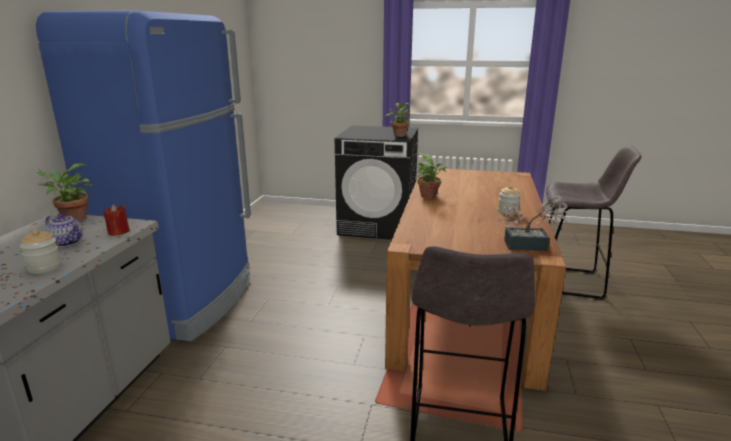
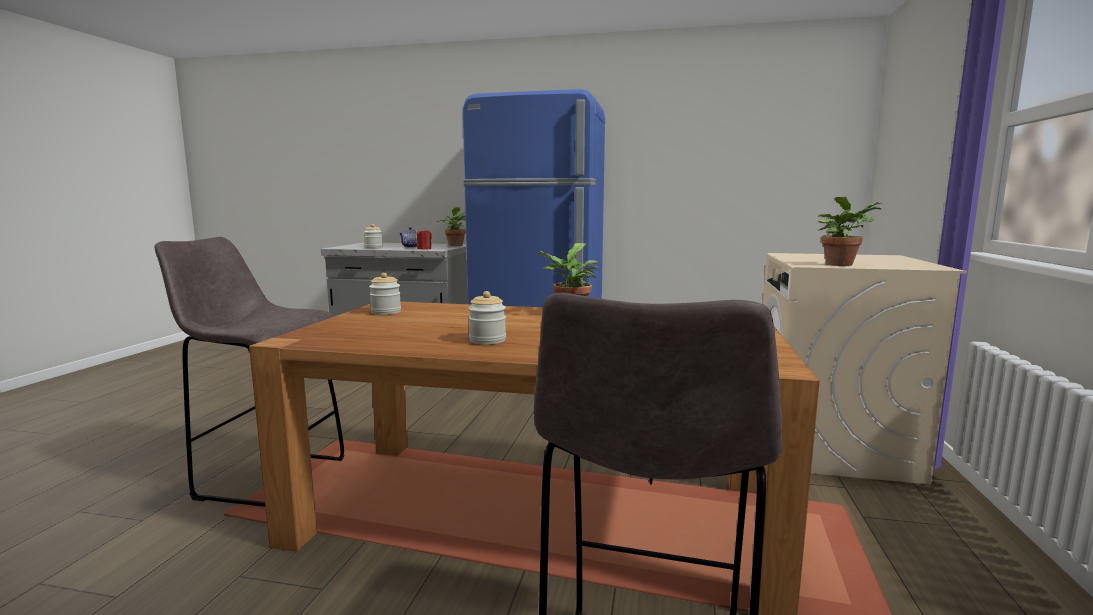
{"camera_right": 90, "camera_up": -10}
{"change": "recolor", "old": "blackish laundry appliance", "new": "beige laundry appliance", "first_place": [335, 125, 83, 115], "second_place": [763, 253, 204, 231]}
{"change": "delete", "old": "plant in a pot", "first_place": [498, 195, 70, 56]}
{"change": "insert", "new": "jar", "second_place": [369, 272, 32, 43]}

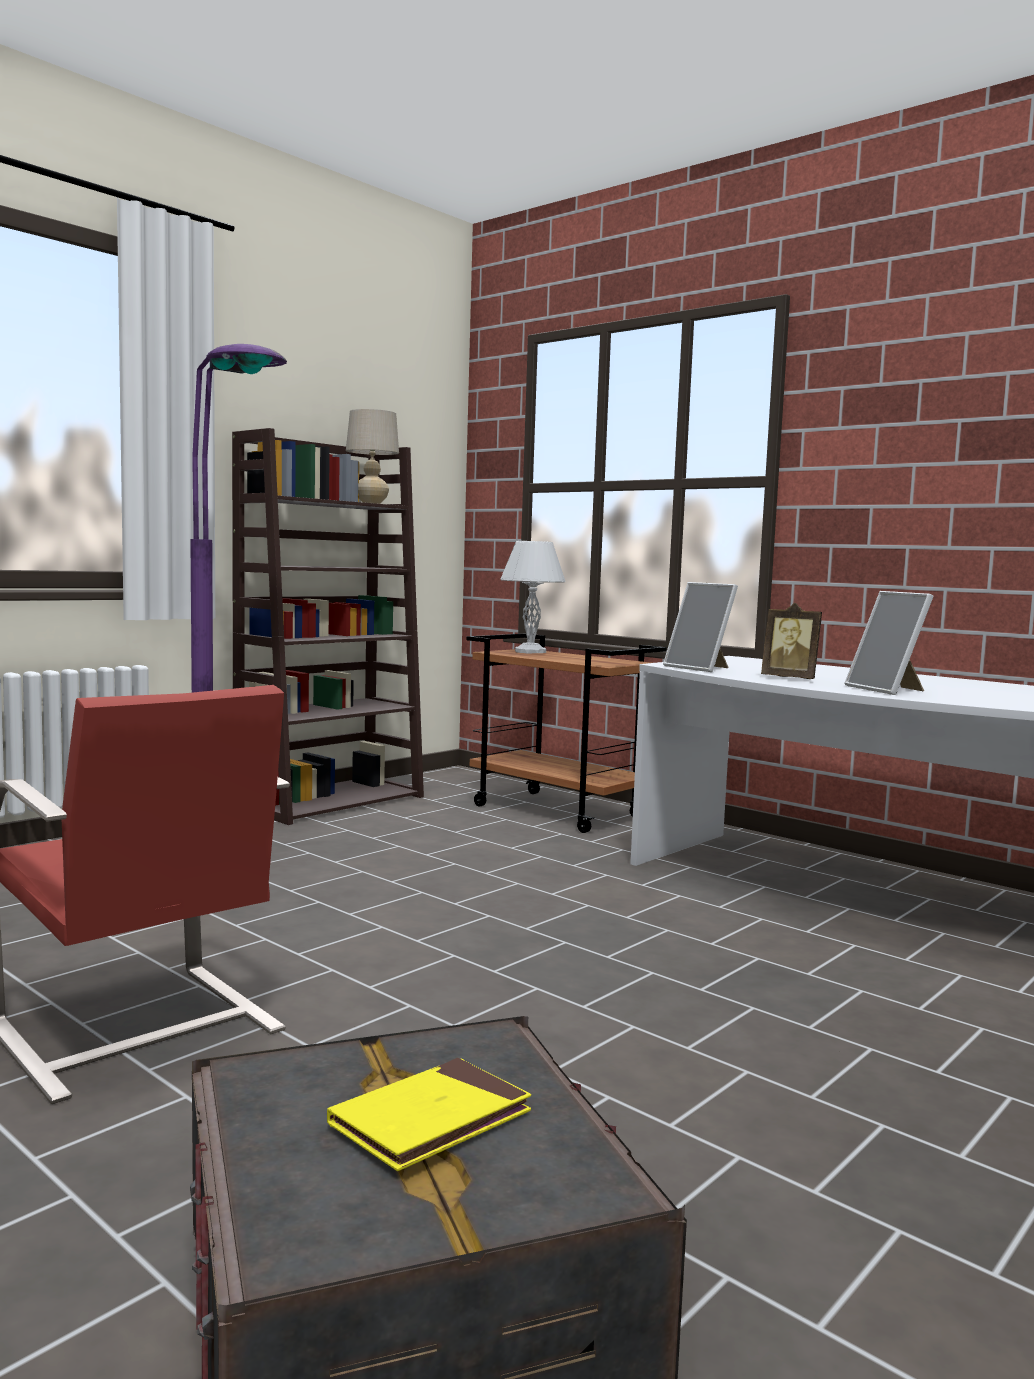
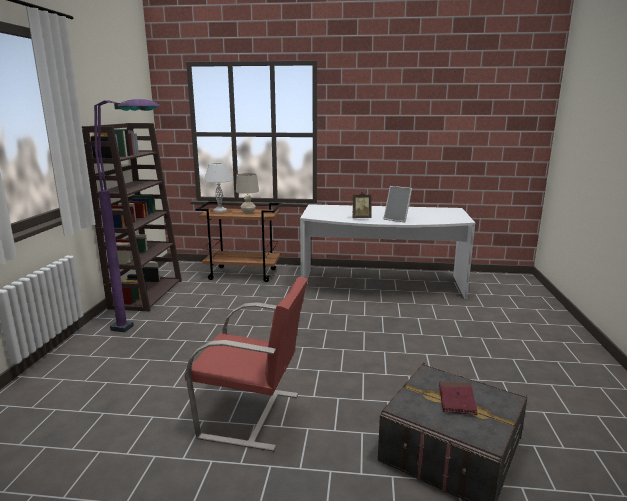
{"camera_right": -35, "camera_up": 10}
{"change": "recolor", "old": "yellow-coloured volume", "new": "reddish volume", "first_place": [327, 1058, 204, 113], "second_place": [439, 381, 39, 34]}
{"change": "move", "old": "beige tabletop lamp", "first_place": [346, 409, 53, 95], "second_place": [236, 173, 23, 41]}
{"change": "delete", "old": "picture frame", "first_place": [663, 582, 75, 90]}

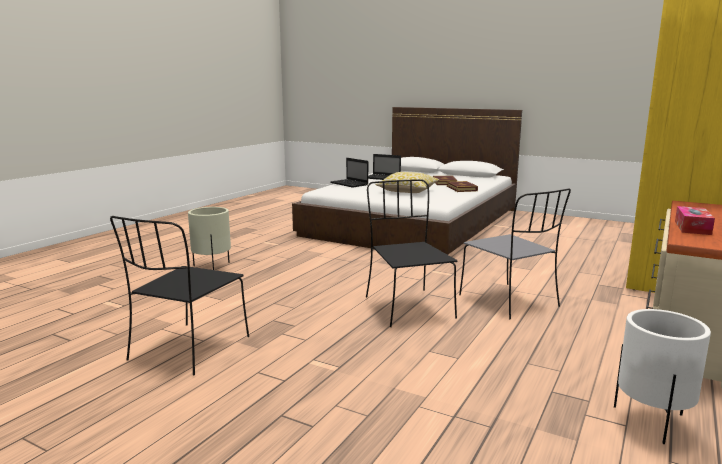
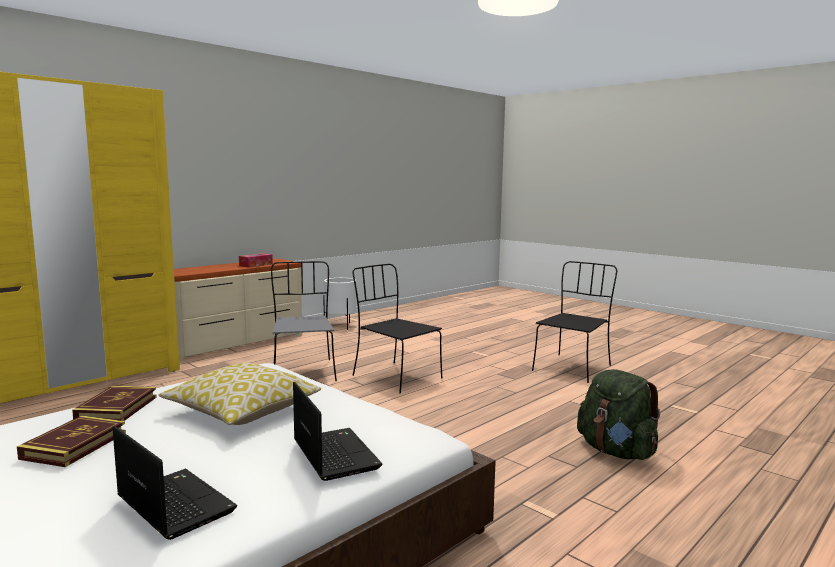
{"camera_right": -165, "camera_up": -5}
{"change": "replace", "old": "beige flower pot", "new": "greenish backpack", "first_place": [188, 207, 43, 63], "second_place": [577, 369, 83, 91]}
{"change": "rotate", "old": "blackish upright chair", "first_place": [366, 179, 91, 148], "second_place": [352, 264, 90, 130], "degrees": 135}

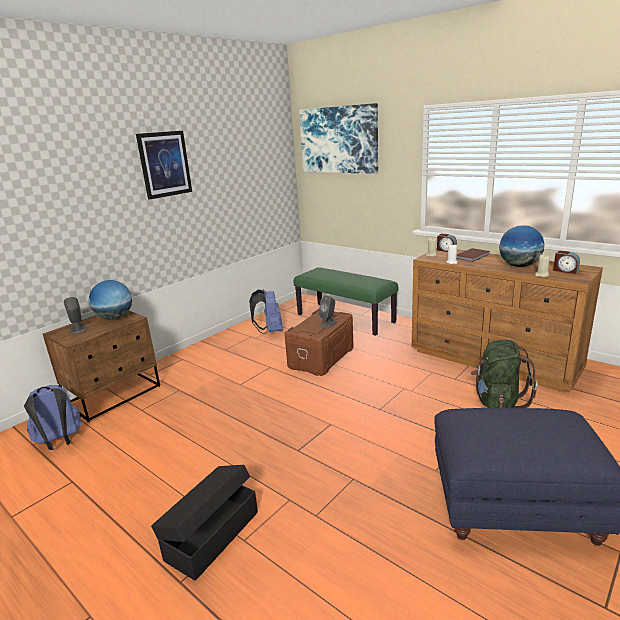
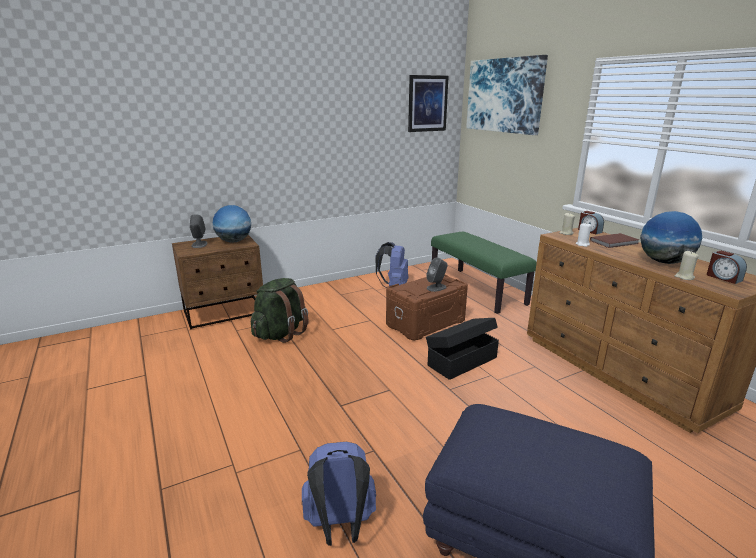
{"camera_right": 20, "camera_up": 0}
{"change": "move", "old": "blue-coloured backpack", "first_place": [24, 385, 58, 65], "second_place": [302, 442, 74, 104]}
{"change": "move", "old": "picture", "first_place": [136, 131, 56, 69], "second_place": [408, 75, 41, 57]}
{"change": "move", "old": "blackish storage box", "first_place": [151, 465, 107, 116], "second_place": [426, 318, 73, 62]}
{"change": "move", "old": "greenish backpack", "first_place": [471, 340, 66, 68], "second_place": [251, 278, 58, 65]}

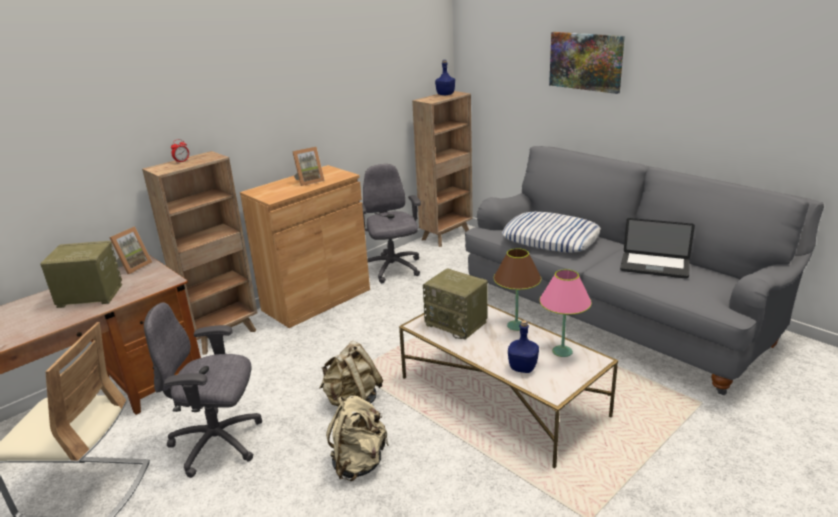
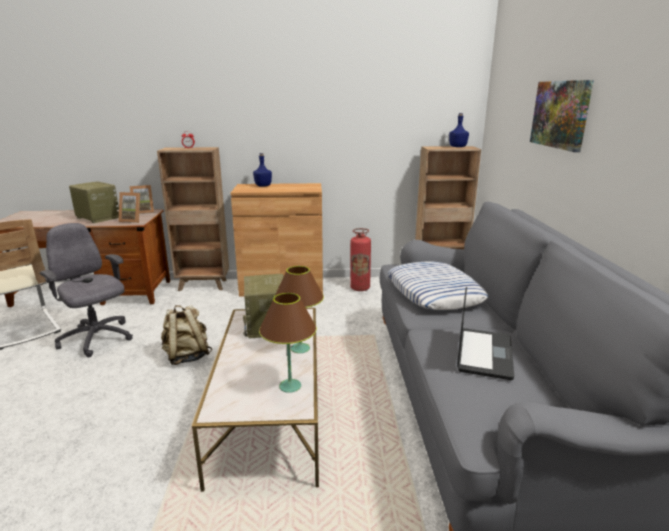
{"camera_right": 40, "camera_up": -5}
{"change": "move", "old": "picture frame", "first_place": [292, 147, 33, 39], "second_place": [118, 192, 22, 31]}
{"change": "delete", "old": "beige backpack", "first_place": [326, 396, 63, 85]}
{"change": "replace", "old": "grey desk chair", "new": "extinguisher", "first_place": [362, 164, 59, 119], "second_place": [350, 228, 21, 63]}
{"change": "move", "old": "blue-coloured drink bottle", "first_place": [508, 320, 31, 53], "second_place": [253, 153, 19, 34]}
{"change": "recolor", "old": "pinkish tabletop lamp", "new": "brownish tabletop lamp", "first_place": [540, 269, 52, 88], "second_place": [259, 293, 58, 100]}
{"change": "rotate", "old": "notebook computer", "first_place": [620, 218, 75, 61], "second_place": [457, 287, 57, 93], "degrees": -135}

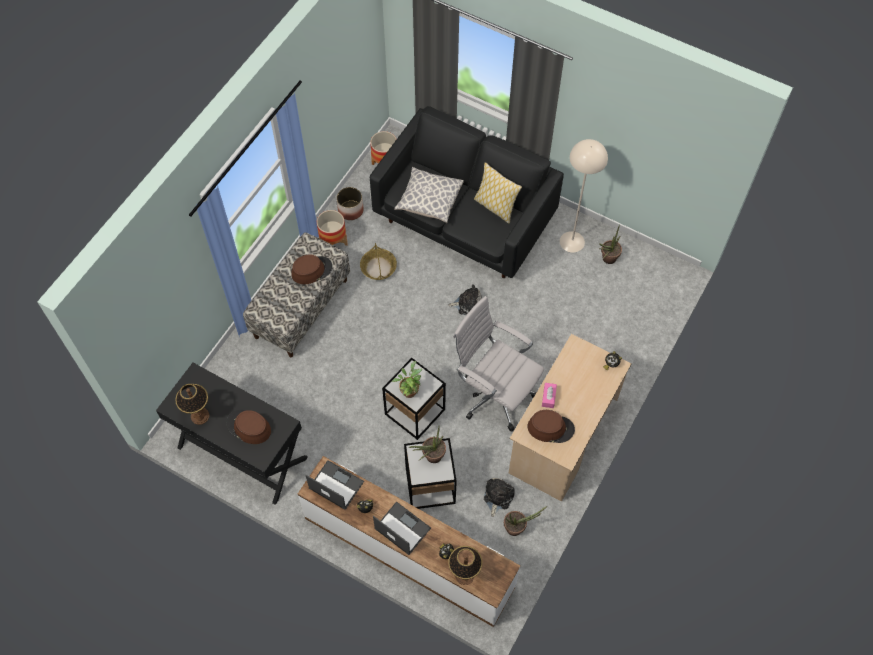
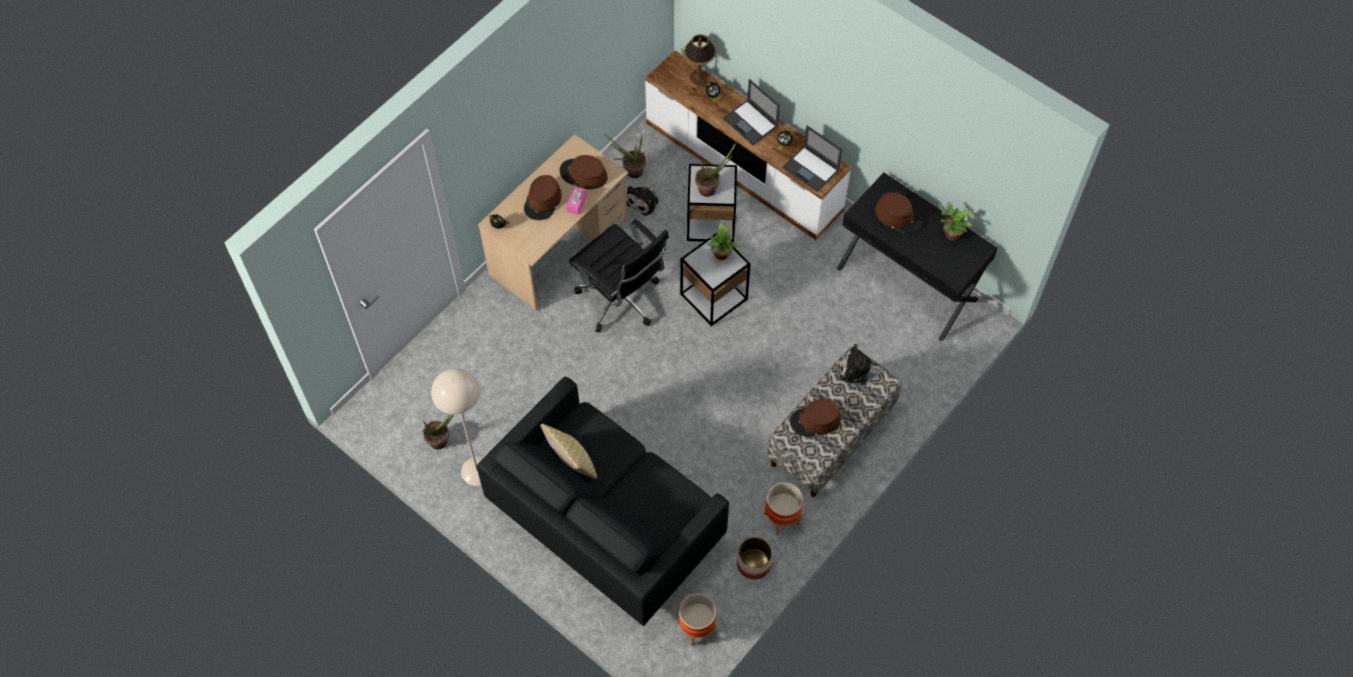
{"camera_right": -170, "camera_up": 0}
{"change": "replace", "old": "tabletop lamp", "new": "plant in a pot", "first_place": [175, 384, 34, 41], "second_place": [938, 202, 35, 39]}
{"change": "delete", "old": "storage basket", "first_place": [360, 243, 37, 37]}
{"change": "delete", "old": "cushion", "first_place": [394, 167, 70, 56]}
{"change": "move", "old": "plush toy", "first_place": [448, 284, 34, 31], "second_place": [840, 344, 43, 41]}
{"change": "recolor", "old": "whitish desk chair", "new": "blackish desk chair", "first_place": [453, 296, 91, 136], "second_place": [569, 219, 100, 113]}
{"change": "insert", "new": "brownish hat", "second_place": [524, 175, 38, 45]}

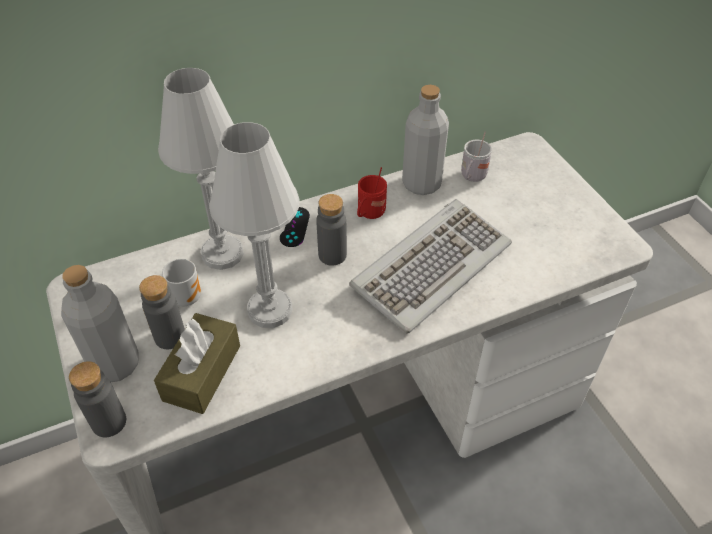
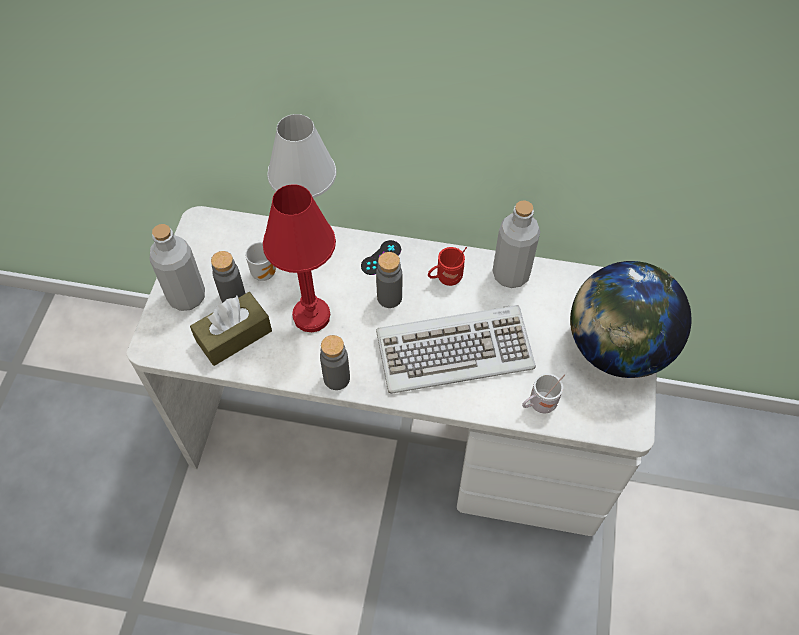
{"camera_right": 35, "camera_up": 10}
{"change": "move", "old": "grey drink bottle", "first_place": [69, 361, 57, 76], "second_place": [320, 335, 30, 55]}
{"change": "recolor", "old": "whitish tabletop lamp", "new": "reddish tabletop lamp", "first_place": [209, 122, 91, 206], "second_place": [263, 184, 73, 148]}
{"change": "move", "old": "whitish coffee mug", "first_place": [461, 132, 31, 50], "second_place": [522, 373, 43, 40]}
{"change": "insert", "new": "world globe", "second_place": [570, 261, 122, 117]}

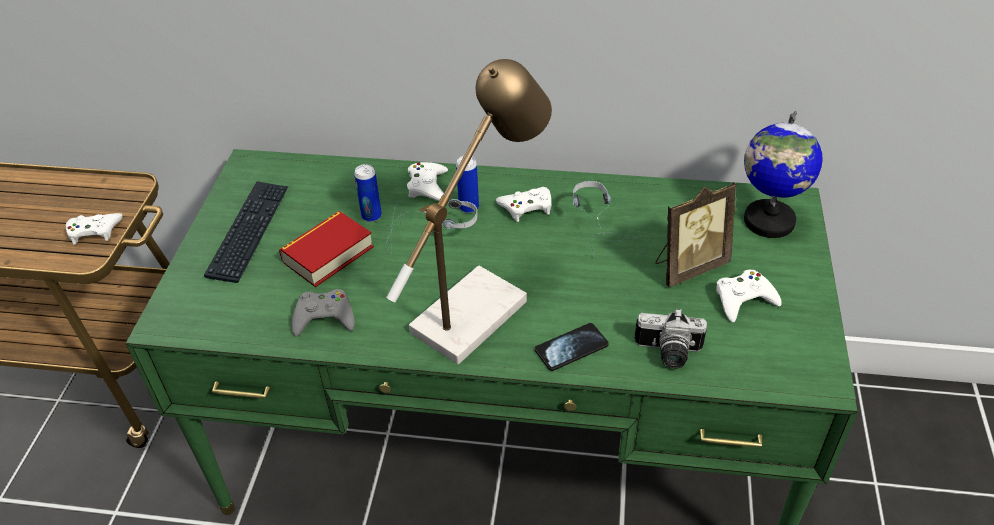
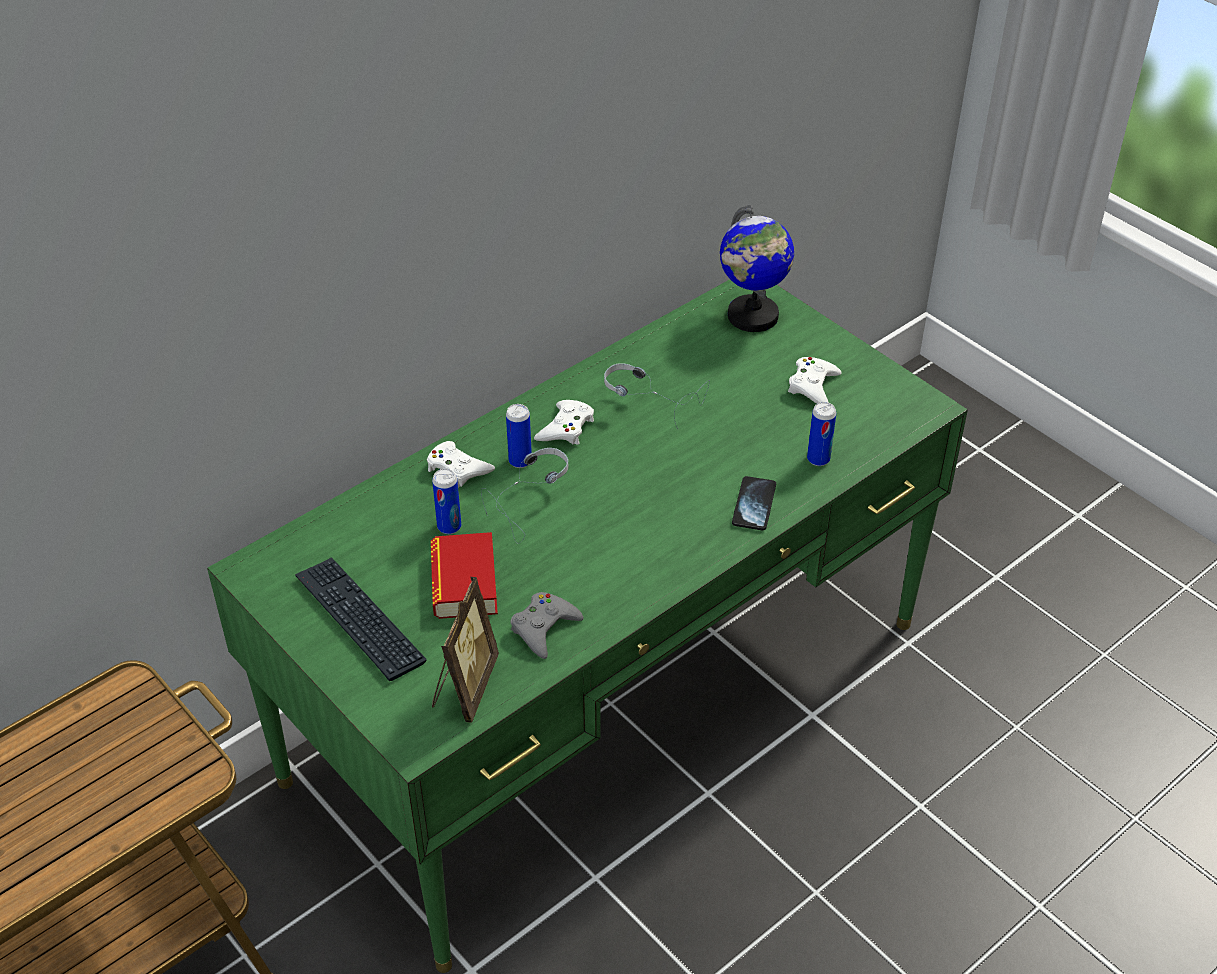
{"camera_right": -50, "camera_up": 0}
{"change": "delete", "old": "whitish joypad", "first_place": [66, 213, 57, 32]}
{"change": "delete", "old": "tabletop lamp", "first_place": [386, 59, 166, 306]}
{"change": "replace", "old": "photo camera", "new": "can", "first_place": [634, 309, 73, 60], "second_place": [807, 402, 29, 64]}
{"change": "move", "old": "picture frame", "first_place": [655, 182, 82, 105], "second_place": [432, 577, 67, 146]}

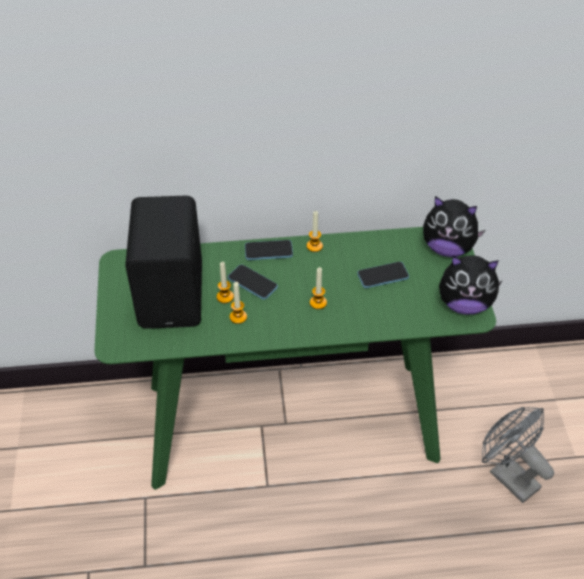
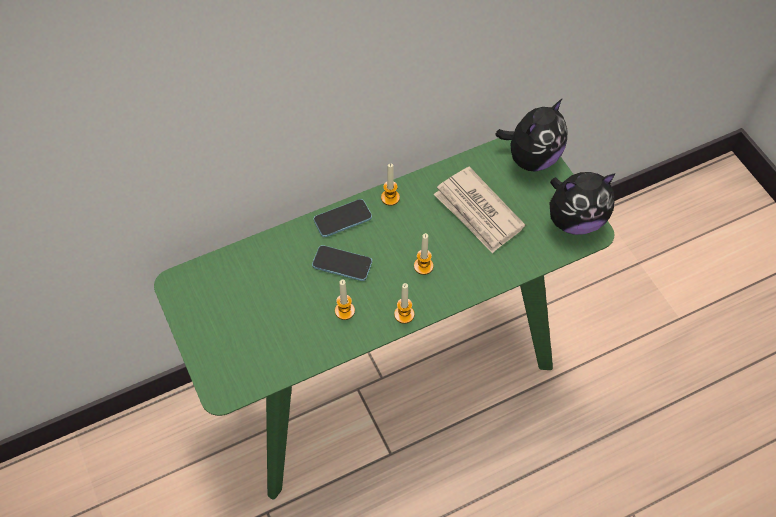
{"camera_right": -20, "camera_up": 10}
{"change": "delete", "old": "blackish speaker", "first_place": [125, 196, 77, 133]}
{"change": "move", "old": "candle", "first_place": [217, 262, 17, 41], "second_place": [394, 283, 21, 41]}
{"change": "replace", "old": "phone", "new": "printed paper", "first_place": [357, 262, 52, 26], "second_place": [433, 166, 92, 88]}
{"change": "rotate", "old": "plush toy", "first_place": [423, 196, 62, 61], "second_place": [495, 98, 73, 74], "degrees": -45}
{"change": "delete", "old": "grey fan", "first_place": [482, 407, 72, 96]}

